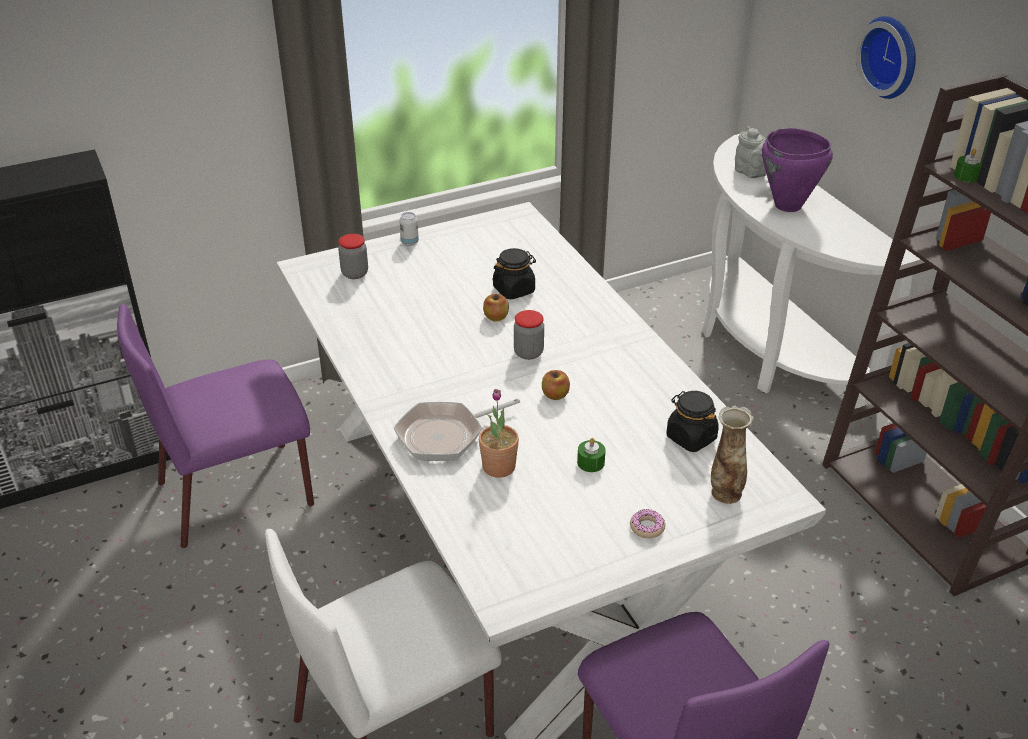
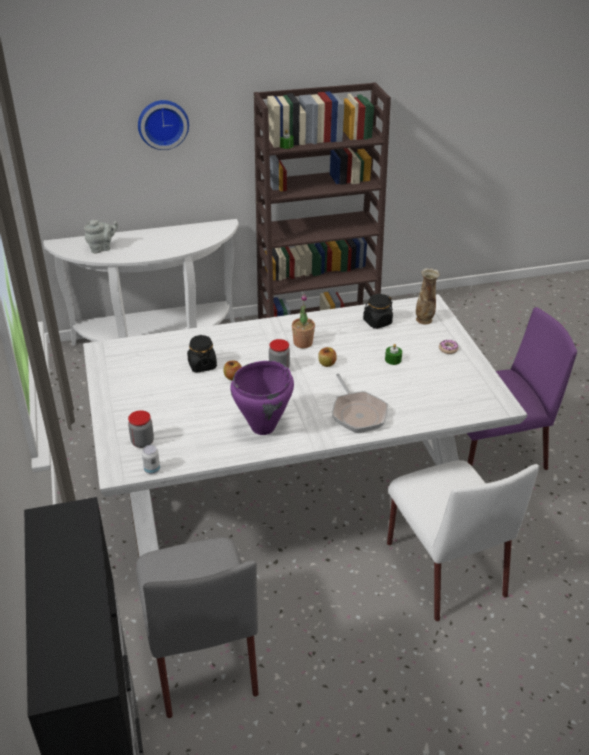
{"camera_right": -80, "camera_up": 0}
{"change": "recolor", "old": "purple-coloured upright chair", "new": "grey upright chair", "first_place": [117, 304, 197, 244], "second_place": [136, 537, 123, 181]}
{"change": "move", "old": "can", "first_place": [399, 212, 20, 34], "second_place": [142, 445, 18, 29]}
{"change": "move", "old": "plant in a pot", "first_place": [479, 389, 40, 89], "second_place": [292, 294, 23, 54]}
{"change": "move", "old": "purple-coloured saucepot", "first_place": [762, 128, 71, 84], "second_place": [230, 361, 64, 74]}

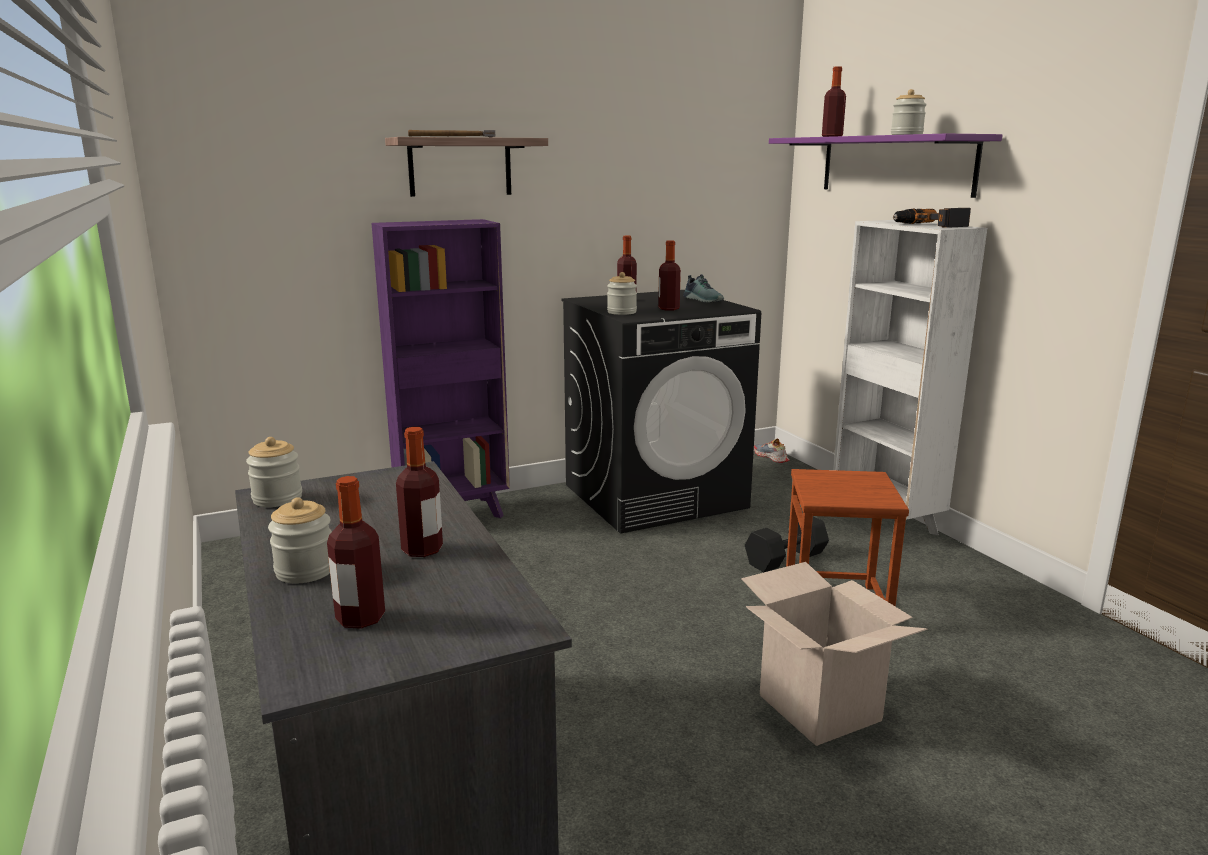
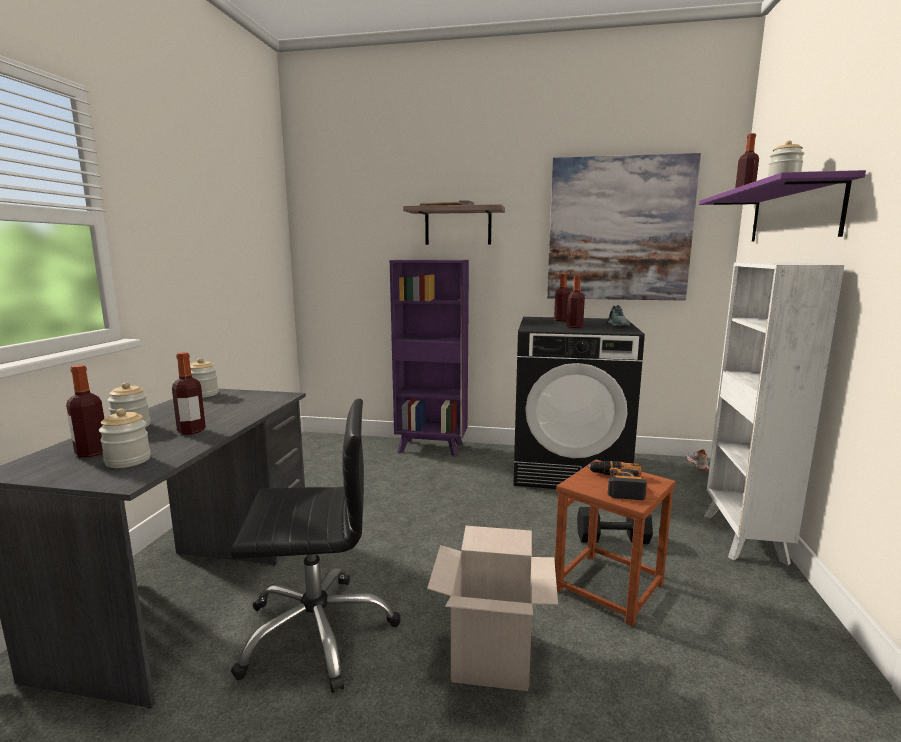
{"camera_right": 35, "camera_up": -5}
{"change": "move", "old": "jar", "first_place": [607, 272, 30, 43], "second_place": [99, 409, 52, 59]}
{"change": "move", "old": "drill", "first_place": [893, 208, 78, 20], "second_place": [587, 461, 60, 39]}
{"change": "insert", "new": "blackish desk chair", "second_place": [231, 399, 169, 294]}
{"change": "insert", "new": "picture", "second_place": [547, 153, 154, 148]}

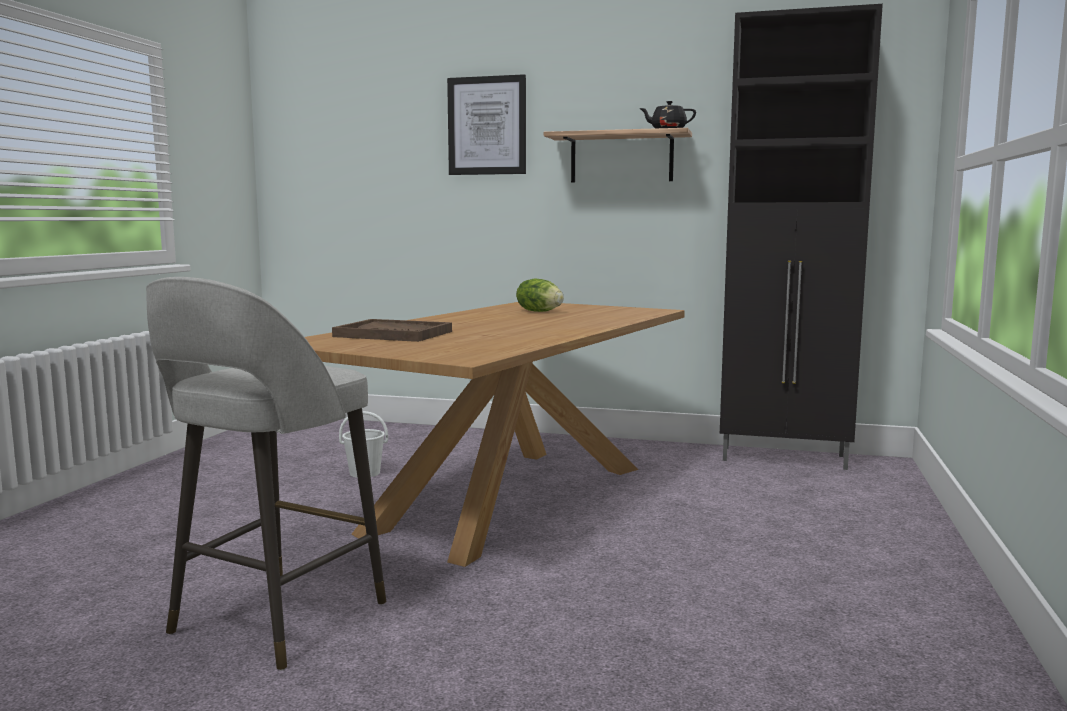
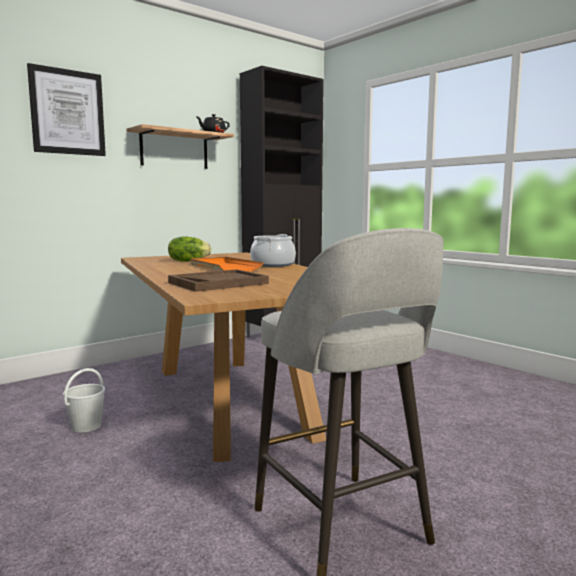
{"camera_right": -55, "camera_up": 0}
{"change": "insert", "new": "orange-coloured carrying tray", "second_place": [191, 257, 73, 15]}
{"change": "insert", "new": "saucepot", "second_place": [250, 234, 46, 33]}

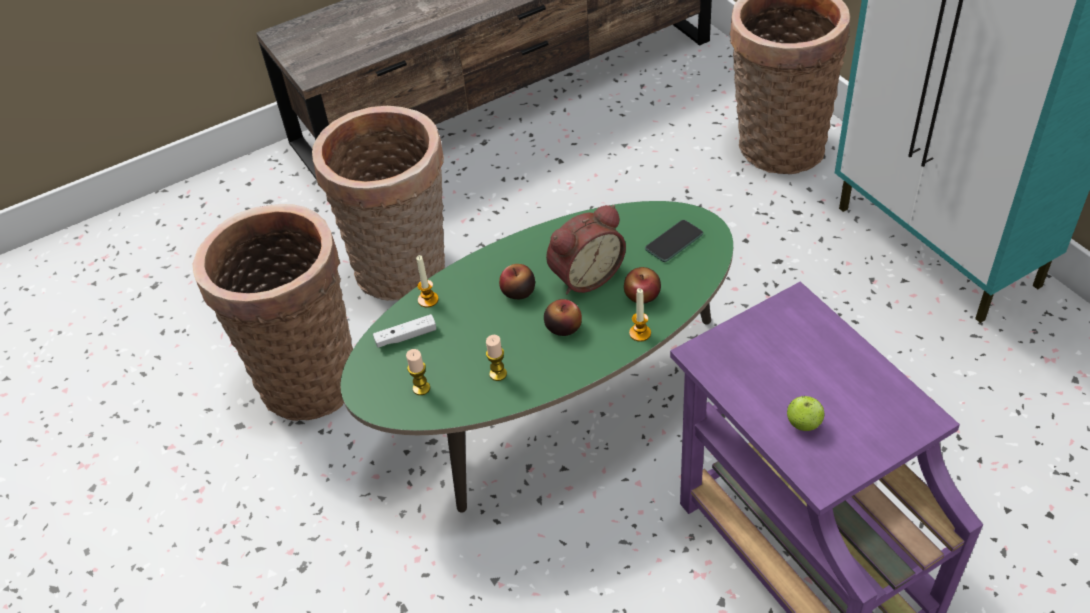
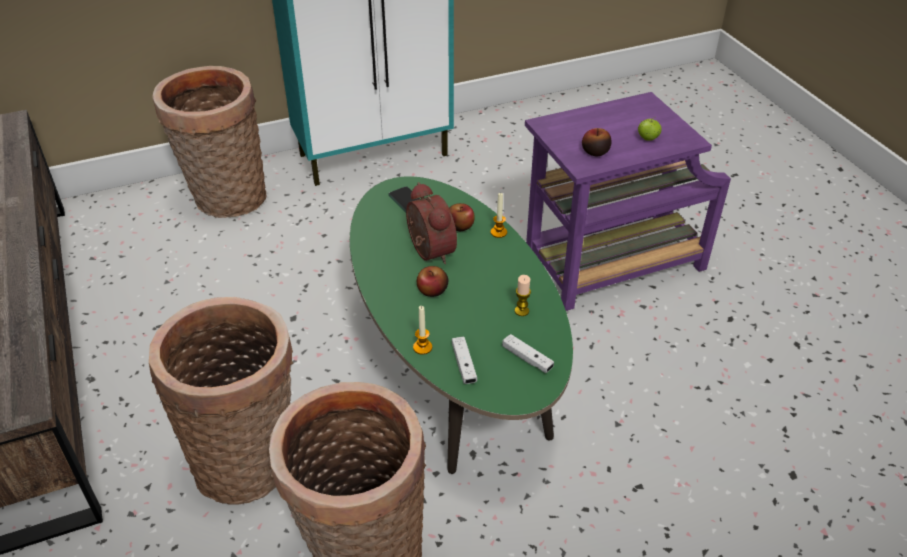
{"camera_right": -85, "camera_up": -5}
{"change": "replace", "old": "candle", "new": "whitish joypad", "first_place": [406, 349, 24, 46], "second_place": [502, 334, 52, 39]}
{"change": "move", "old": "whole apple", "first_place": [544, 299, 38, 37], "second_place": [582, 128, 29, 28]}

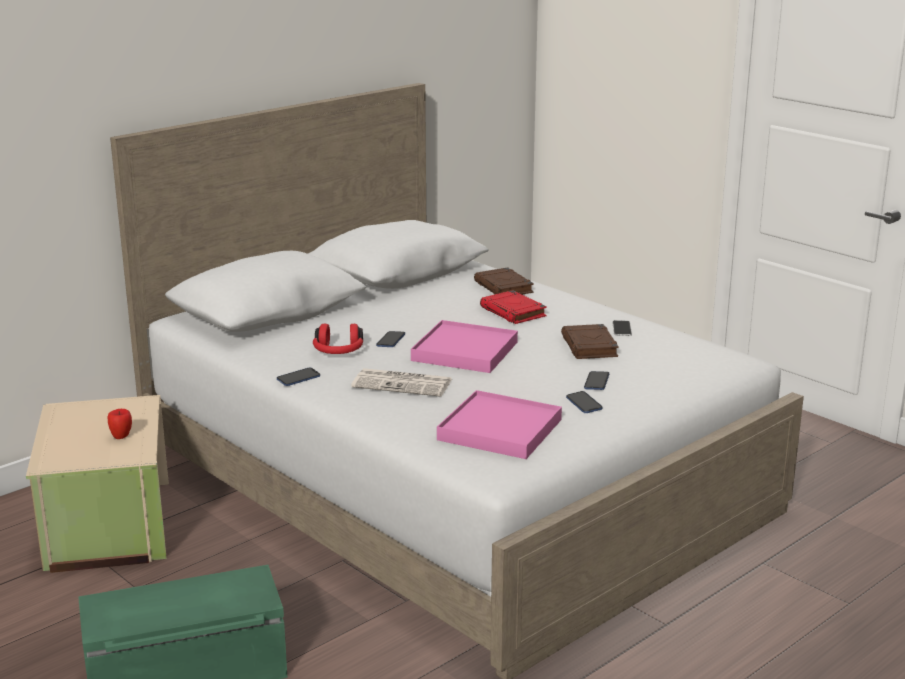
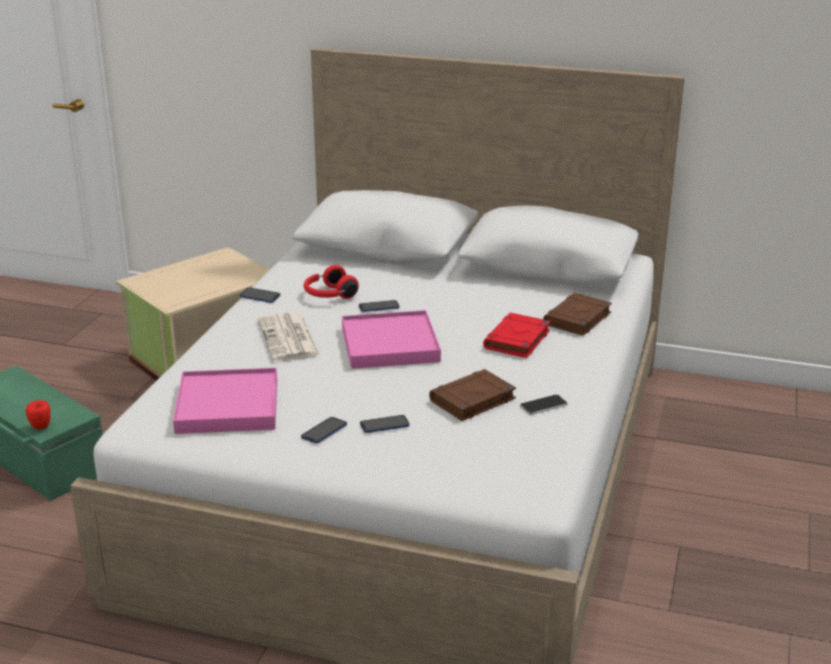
{"camera_right": 60, "camera_up": 5}
{"change": "move", "old": "whole apple", "first_place": [108, 409, 24, 30], "second_place": [26, 400, 25, 29]}

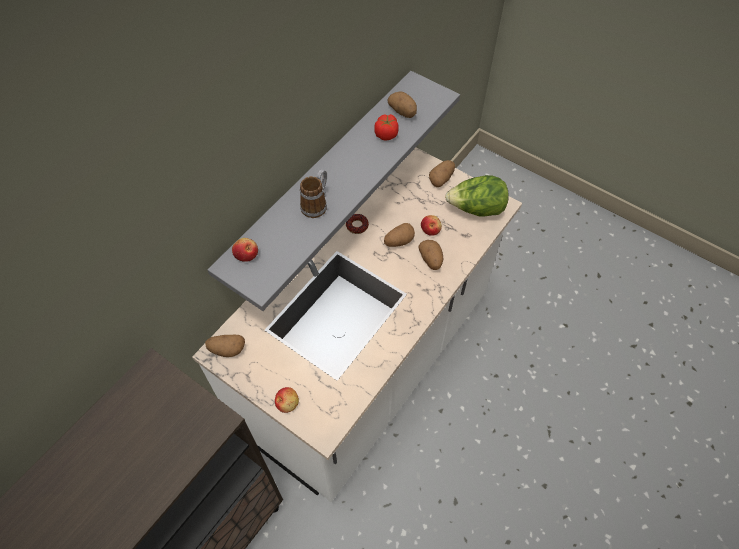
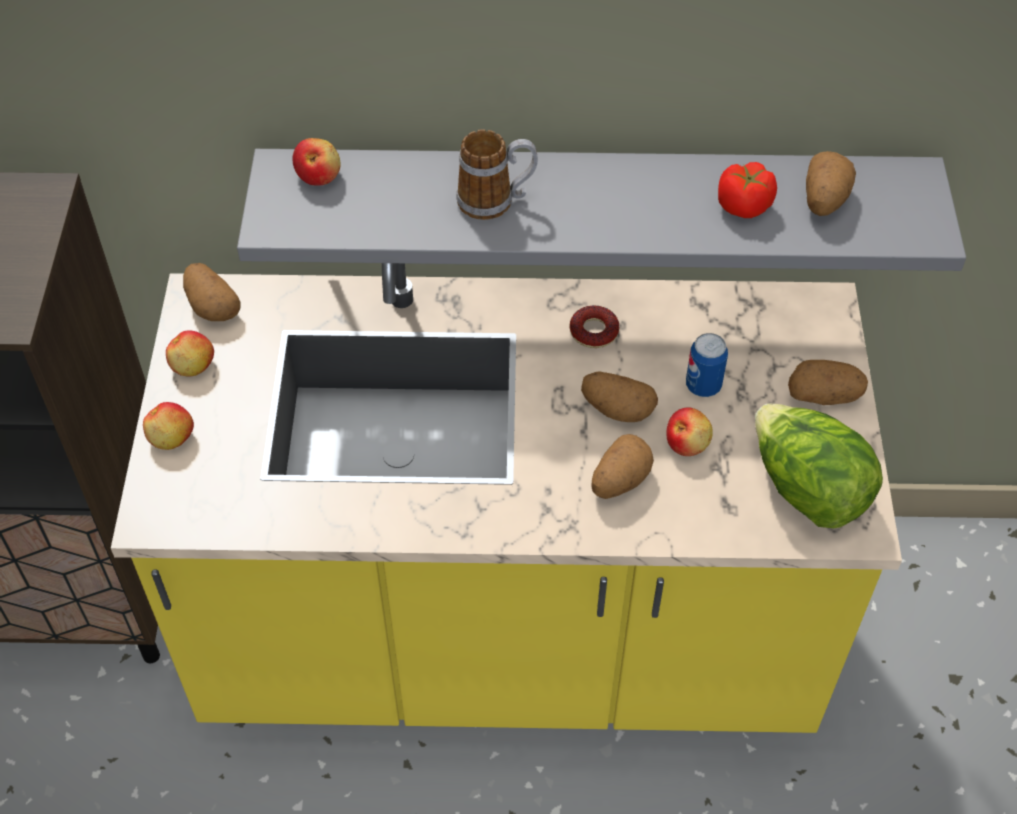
{"camera_right": 55, "camera_up": -5}
{"change": "recolor", "old": "whitish kitchen counter", "new": "yellow-coloured kitchen counter", "first_place": [192, 148, 330, 354], "second_place": [111, 263, 791, 470]}
{"change": "insert", "new": "whole apple", "second_place": [166, 330, 48, 47]}
{"change": "insert", "new": "can", "second_place": [686, 333, 42, 64]}

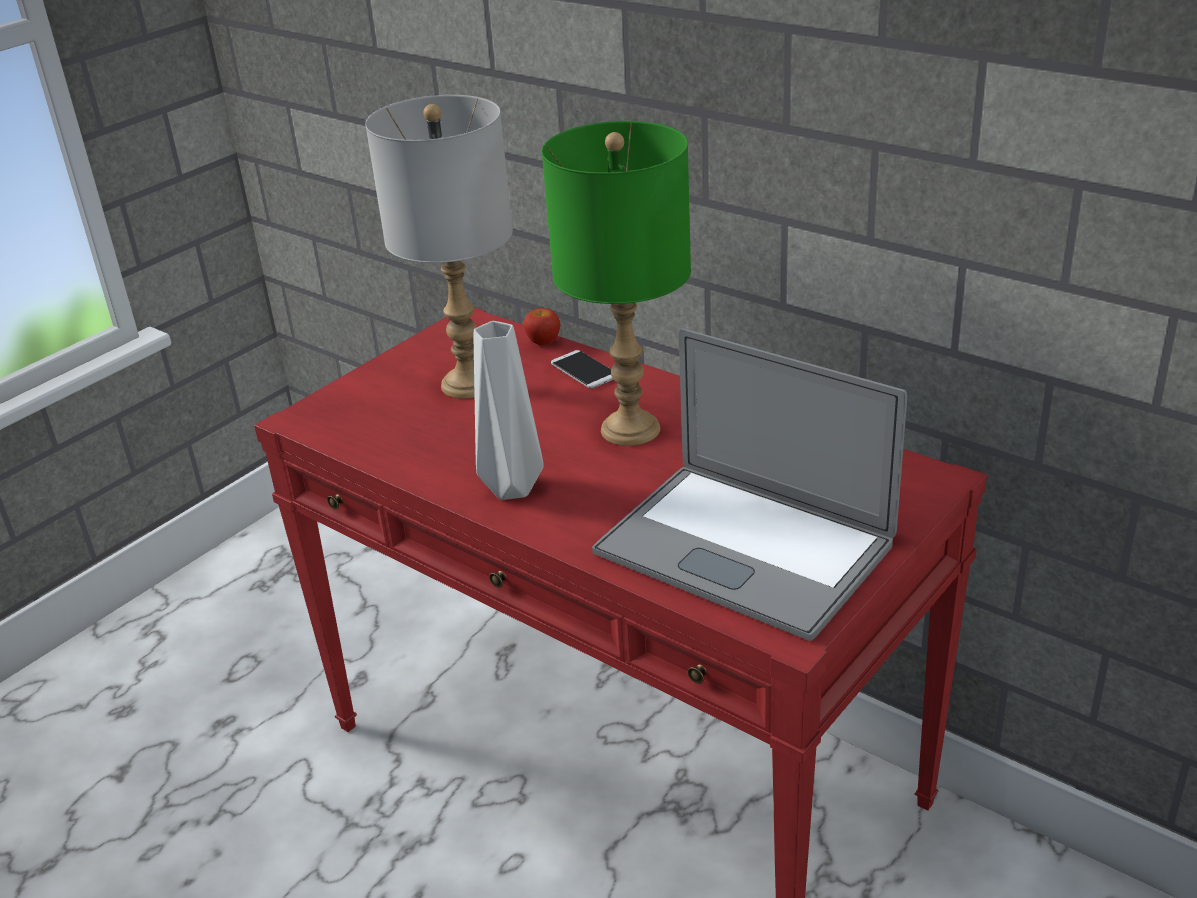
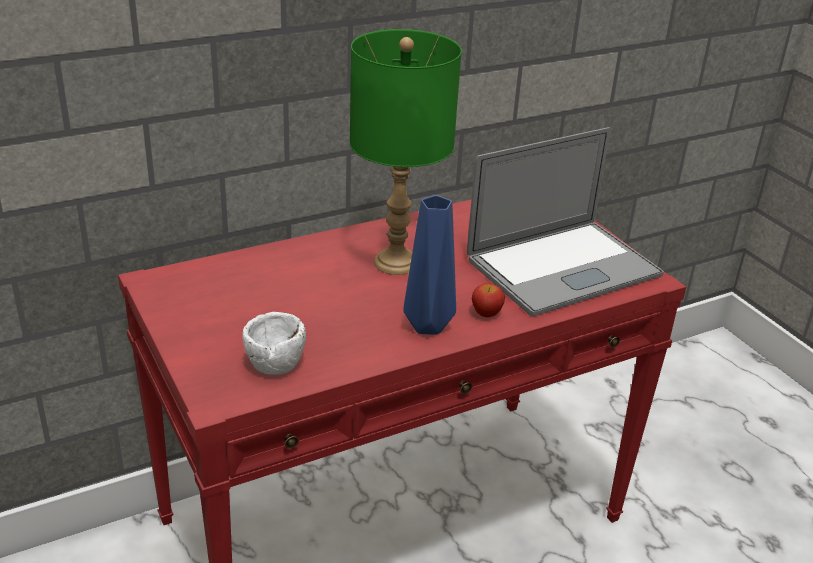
{"camera_right": -70, "camera_up": 0}
{"change": "delete", "old": "grey tabletop lamp", "first_place": [365, 95, 148, 304]}
{"change": "recolor", "old": "grey decorative vase", "new": "blue-coloured decorative vase", "first_place": [474, 321, 70, 179], "second_place": [403, 195, 53, 140]}
{"change": "move", "old": "whole apple", "first_place": [524, 308, 36, 37], "second_place": [472, 283, 33, 34]}
{"change": "delete", "old": "phone", "first_place": [551, 350, 63, 38]}
{"change": "insert", "new": "whitish serving bowl", "second_place": [242, 312, 64, 63]}

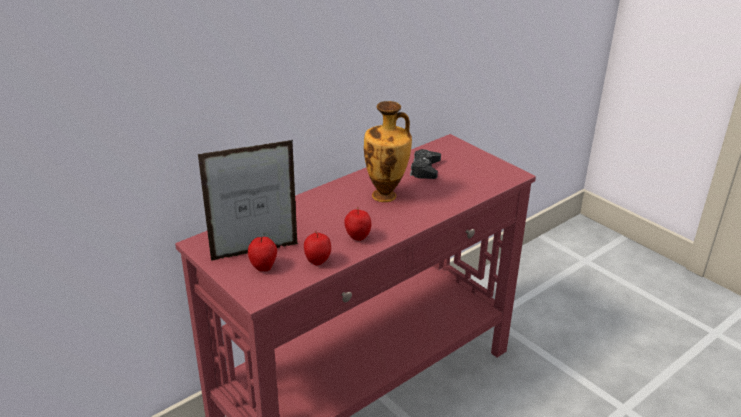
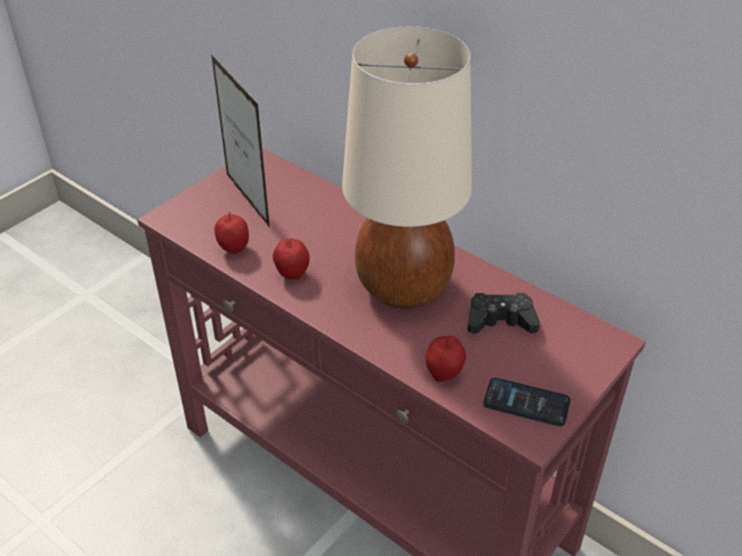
{"camera_right": 80, "camera_up": 10}
{"change": "move", "old": "whole apple", "first_place": [248, 237, 29, 34], "second_place": [426, 336, 40, 46]}
{"change": "replace", "old": "decorative vase", "new": "beige tabletop lamp", "first_place": [364, 101, 48, 101], "second_place": [342, 26, 130, 283]}
{"change": "insert", "new": "phone", "second_place": [483, 378, 88, 48]}

